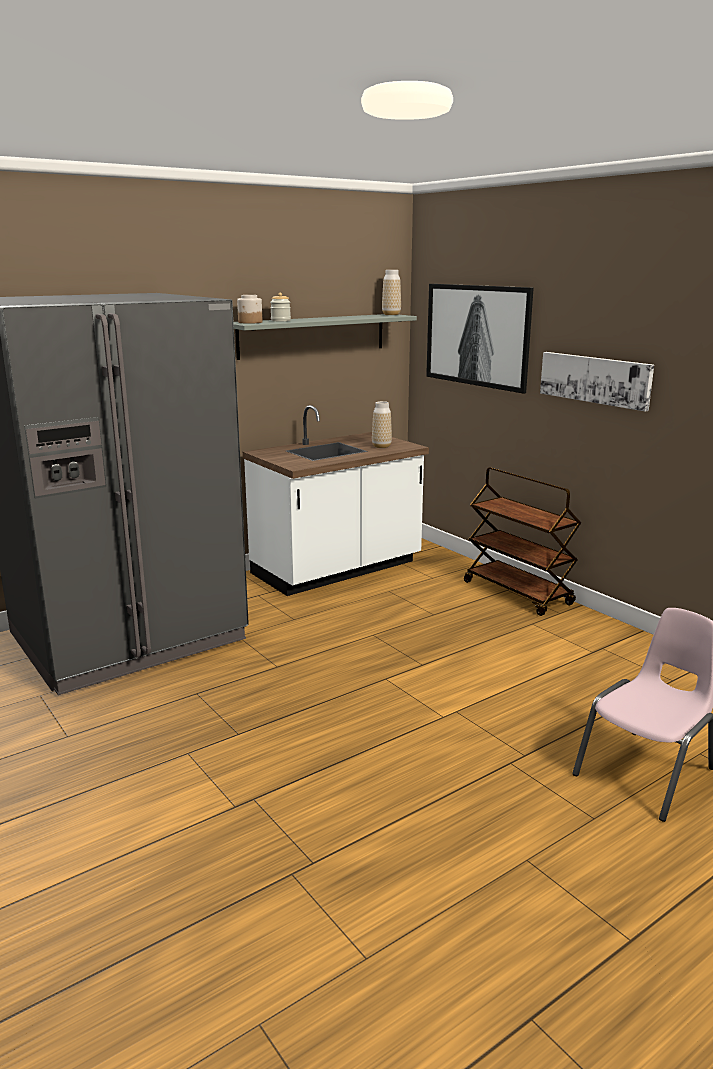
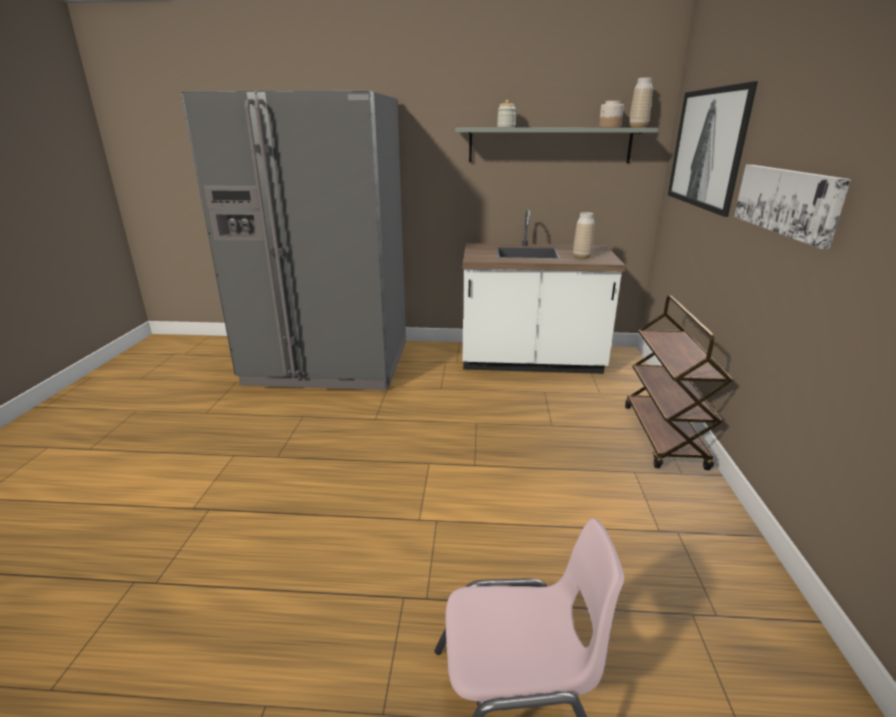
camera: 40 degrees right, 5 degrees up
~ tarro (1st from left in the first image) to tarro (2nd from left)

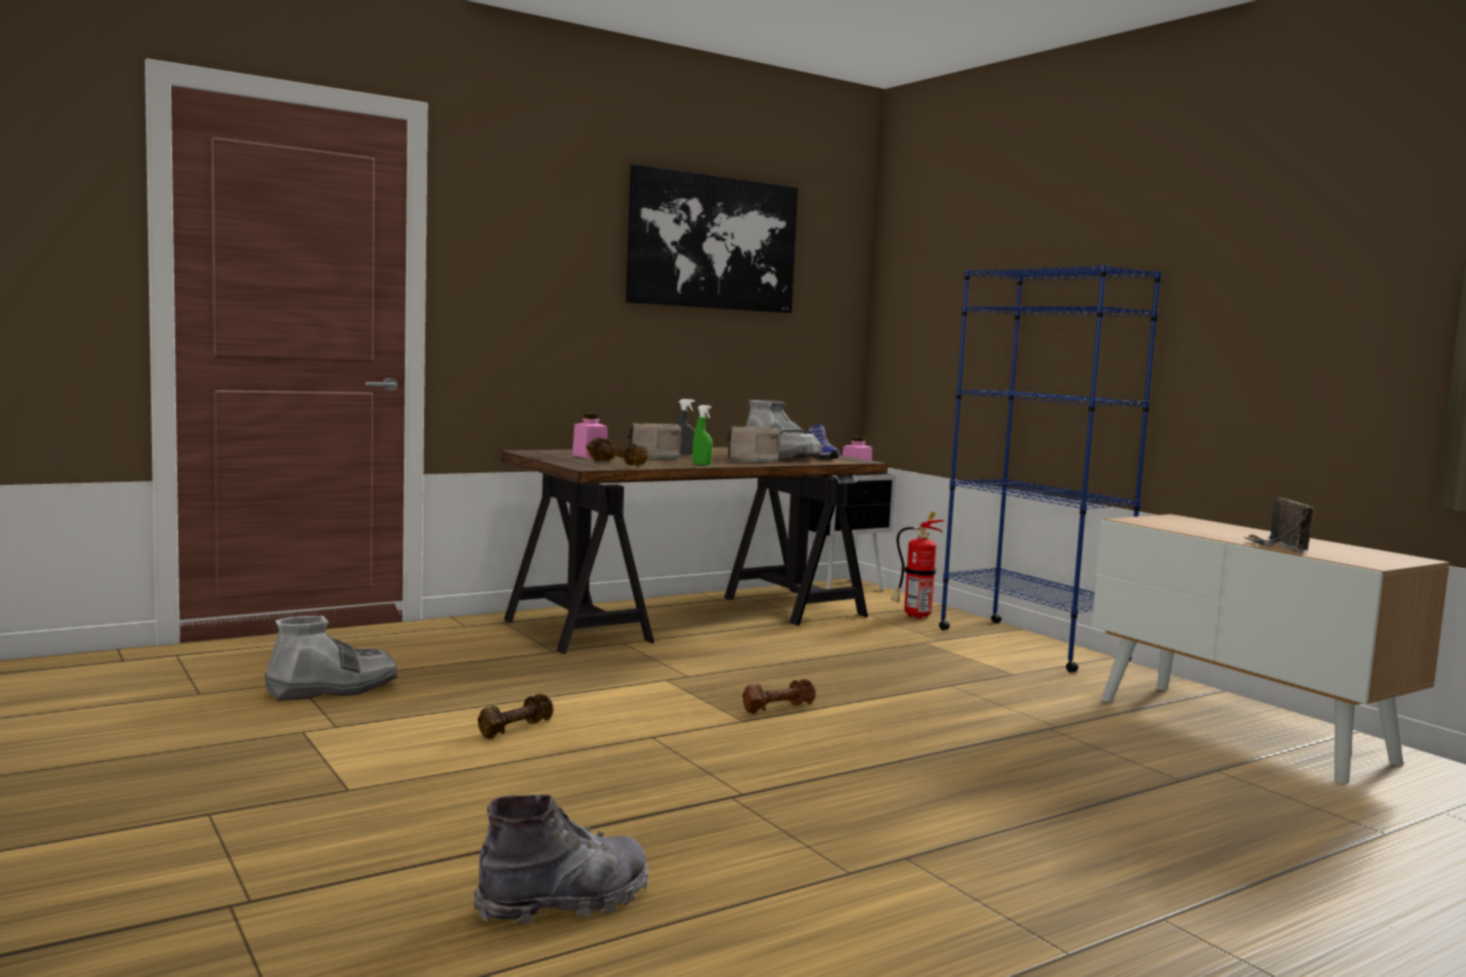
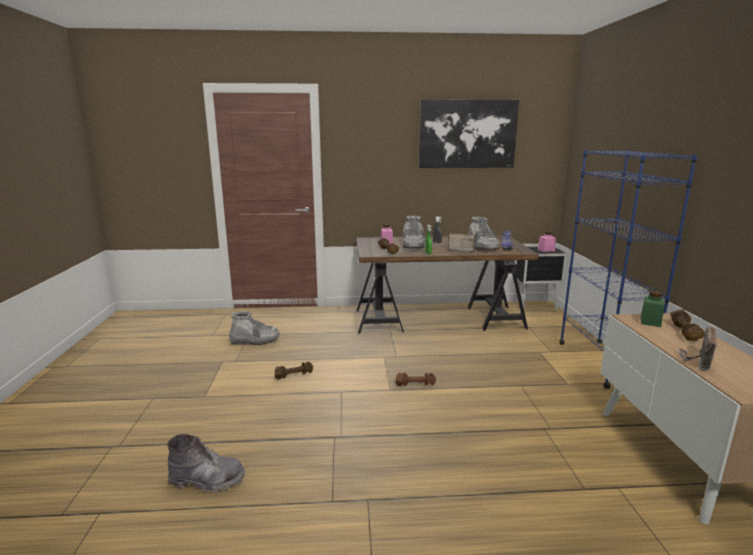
camera: 30 degrees right, 10 degrees up
~ radio (1st from left) to bota [gris] (3rd from left)
- extintor
+ tarro [verde]
+ mancuerna [marrón] (4th from left)

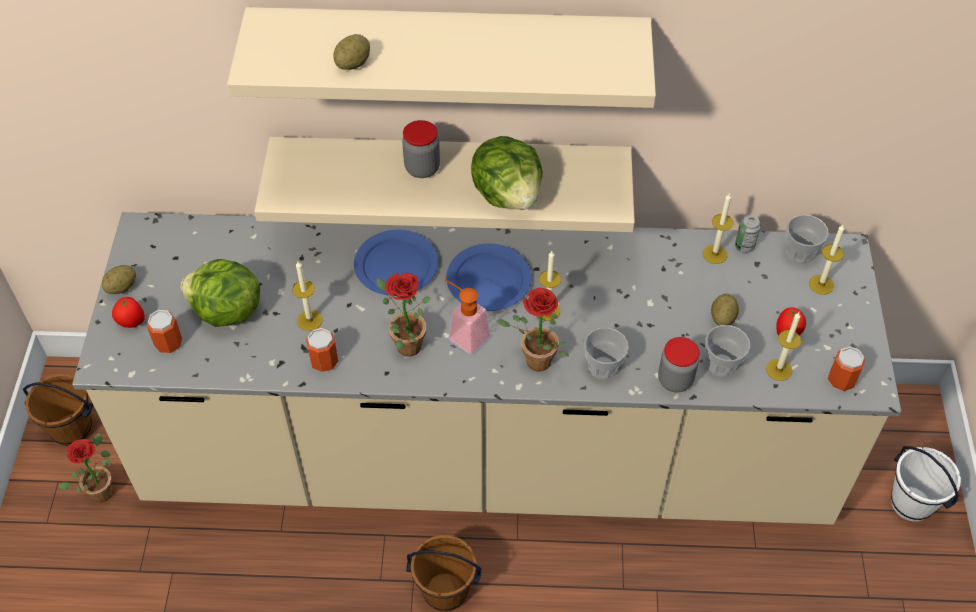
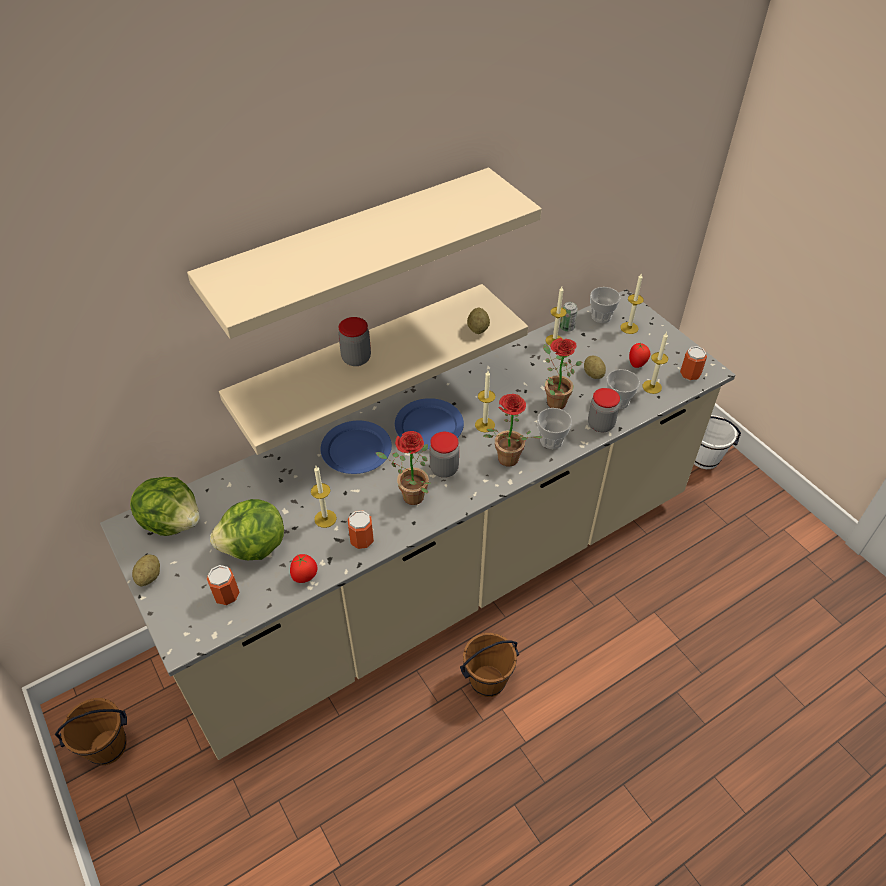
camera: 35 degrees left, 5 degrees down
~ patata (2nd from left)
~ lechuga (2nd from left in the first image) to lechuga (1st from left)
~ dispensador de jabón to tarro (2nd from left)
~ tomate (1st from left)
~ planta en maceta (1st from left in the first image) to planta en maceta (3rd from left)

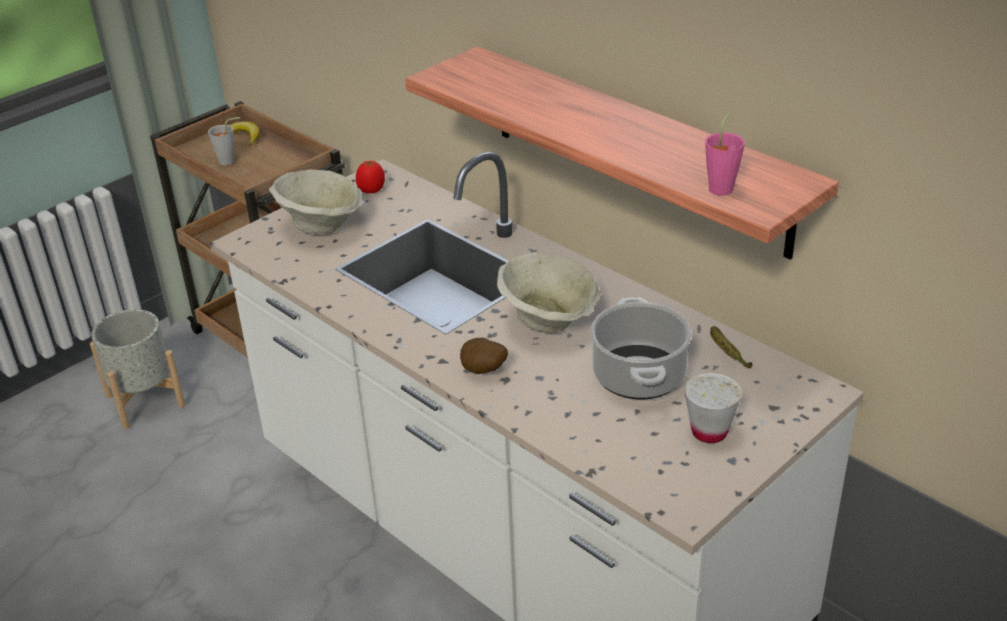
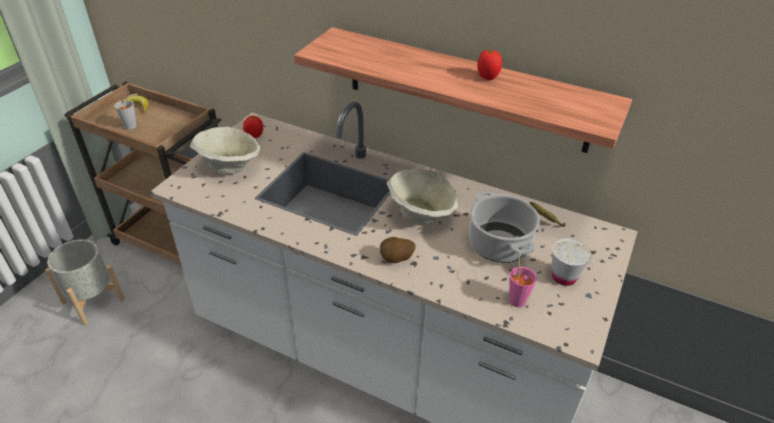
camera: 20 degrees left, 5 degrees up
~ taza [rosa]
+ tomate (2nd from left)

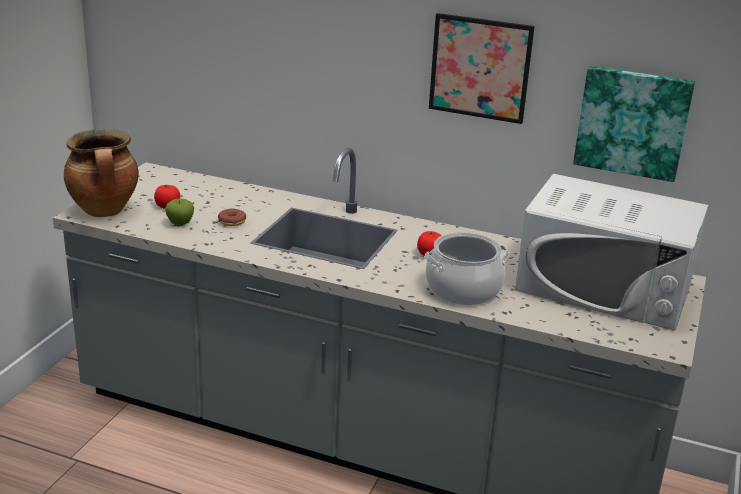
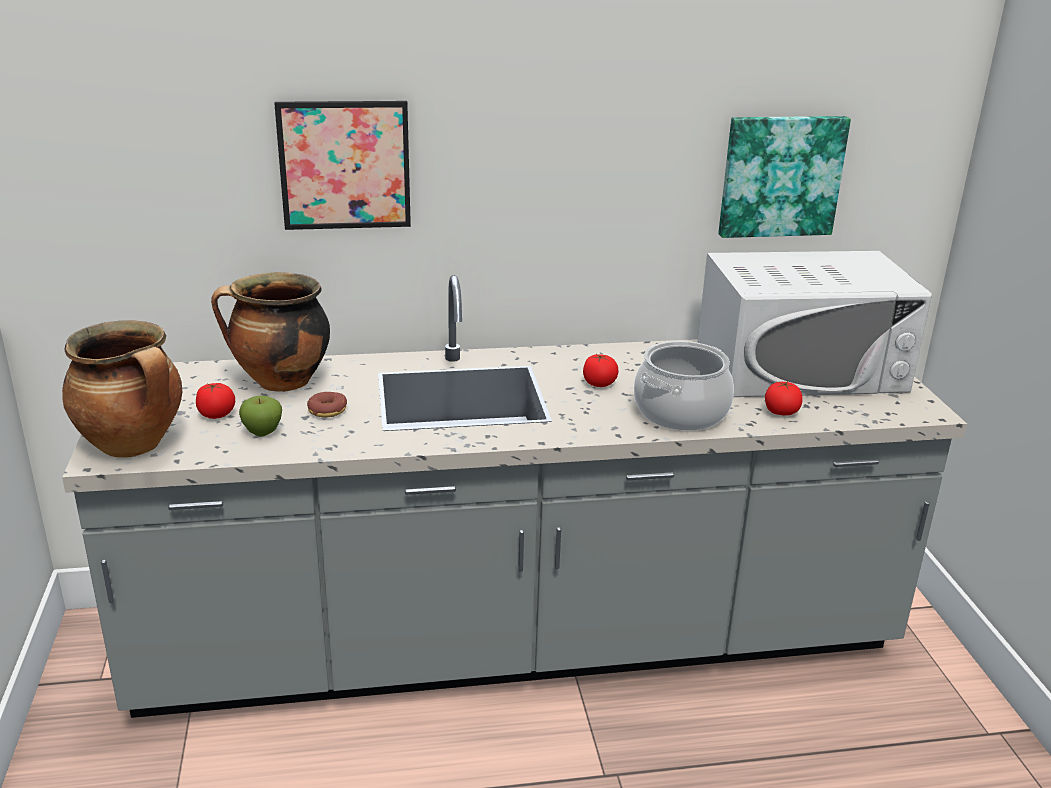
camera: 30 degrees left, 0 degrees up
~ cuadro (1st from left)
+ olla (2nd from left)
+ tomate (3rd from left)

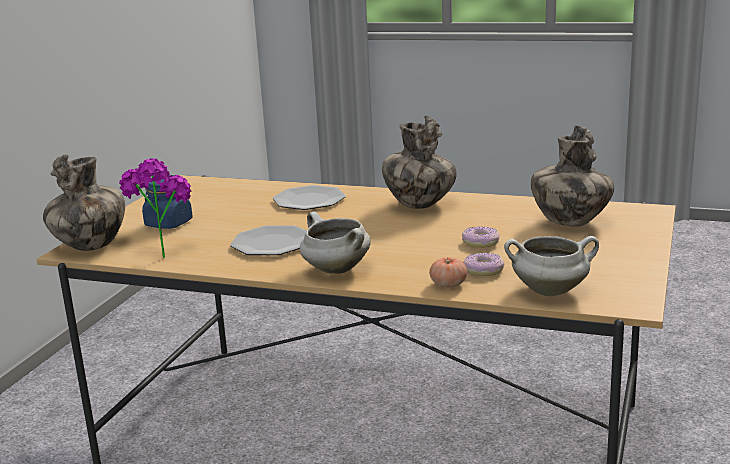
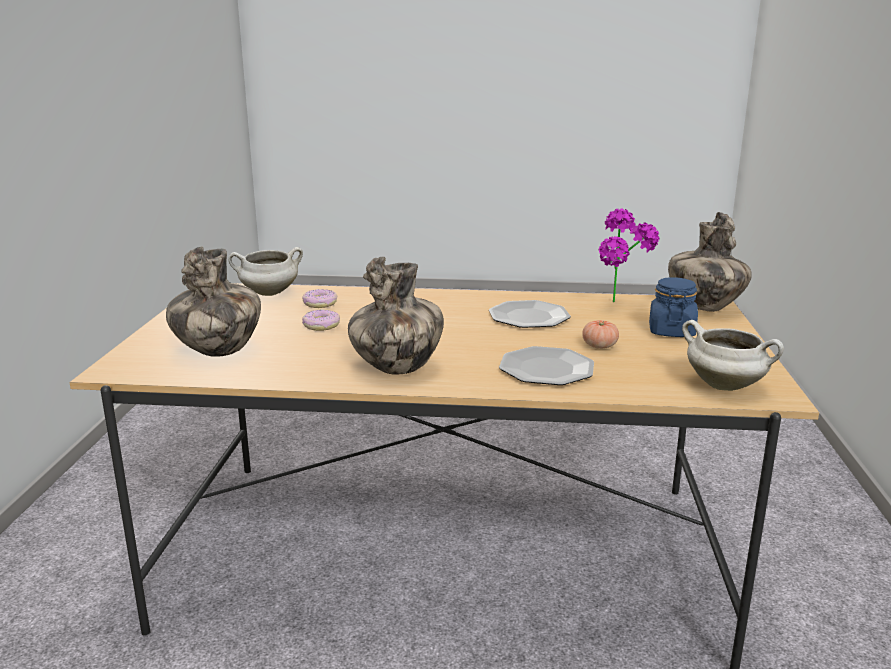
camera: 165 degrees right, 0 degrees up
~ olla [blanco] (1st from left in the first image) to olla [blanco] (2nd from left)
~ tomate

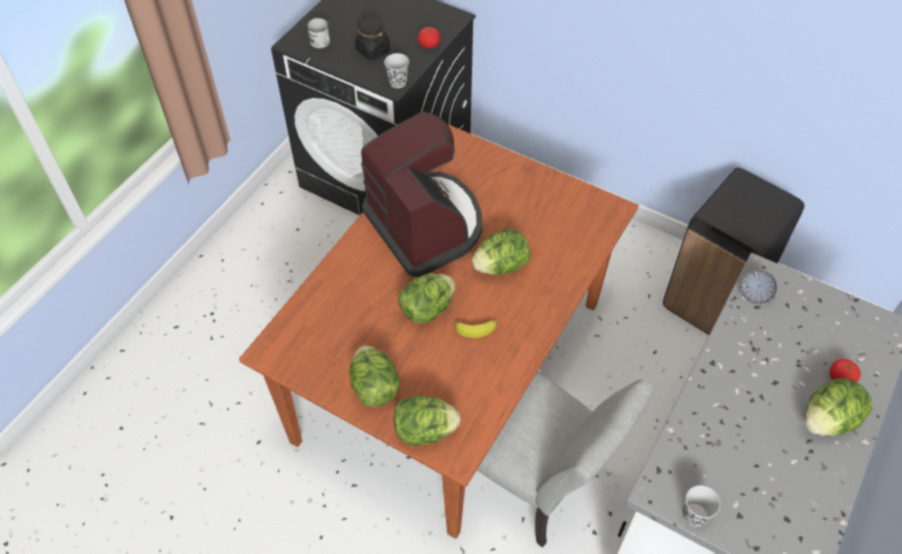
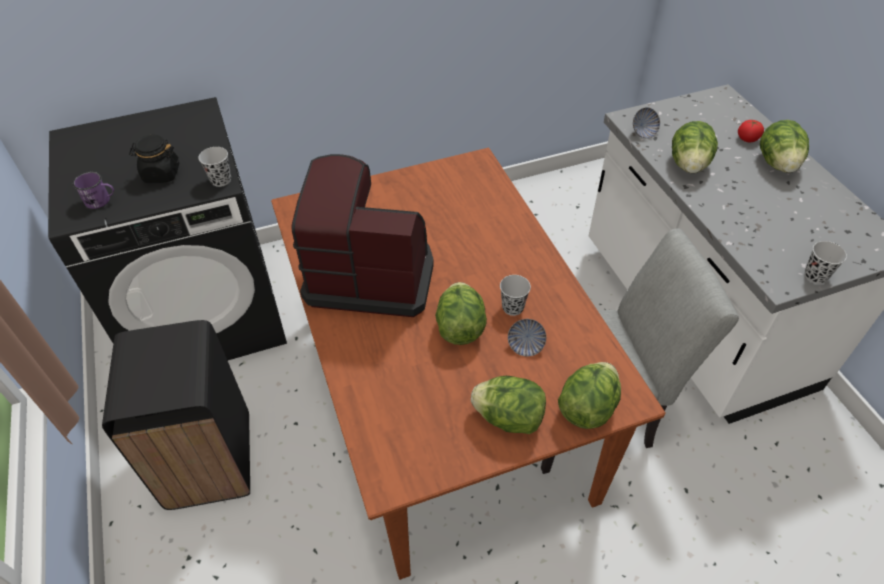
camera: 50 degrees left, 5 degrees down
~ taza grande [blanco] to taza grande [morado]
- tomate (1st from left)
~ papelera [negro]
~ lechuga (4th from left)
~ plátano to taza [negro] (2nd from left)
+ cuenco (1st from left)

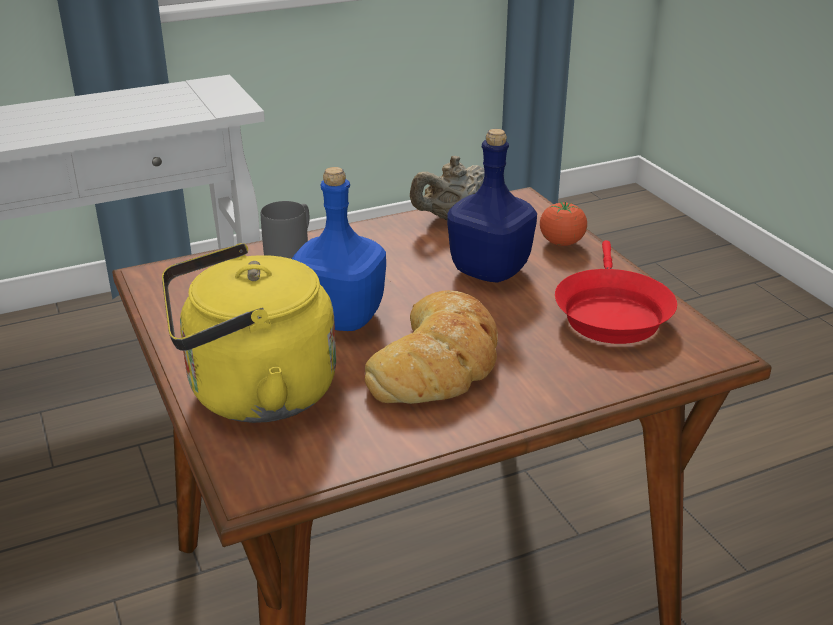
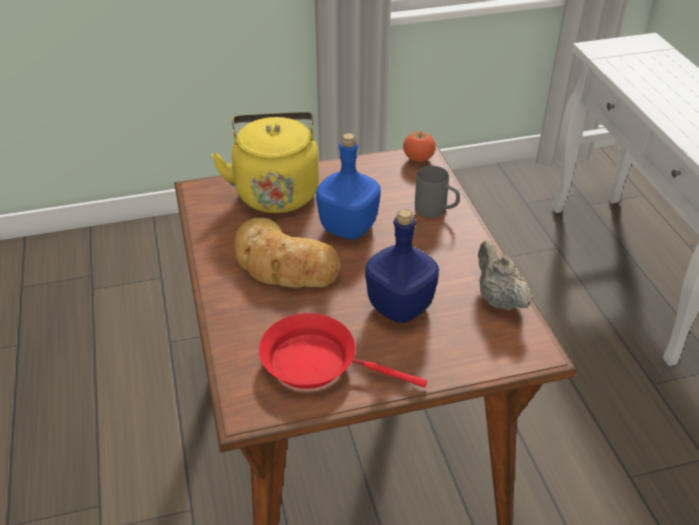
camera: 100 degrees right, 10 degrees up
~ tomate

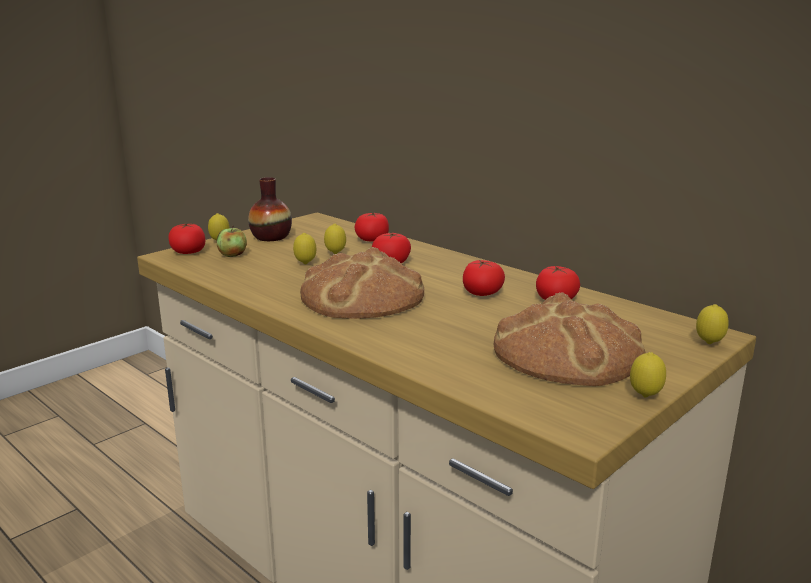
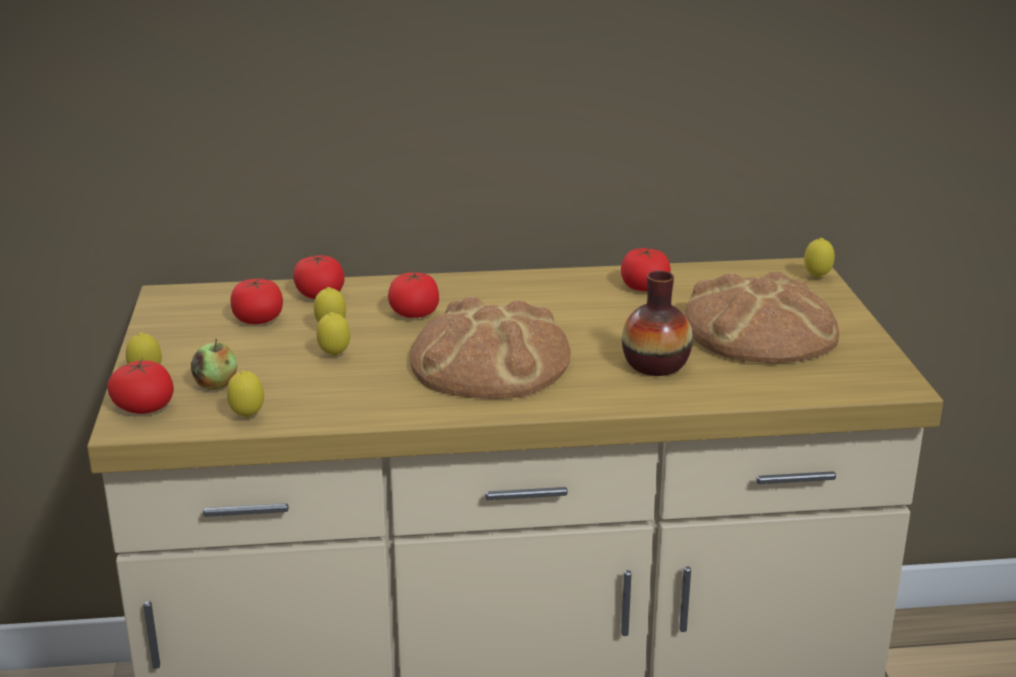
camera: 50 degrees left, 5 degrees up
~ florero
~ tomate (4th from left in the first image) to tomate (2nd from left)
~ limón (4th from left in the first image) to limón (2nd from left)

